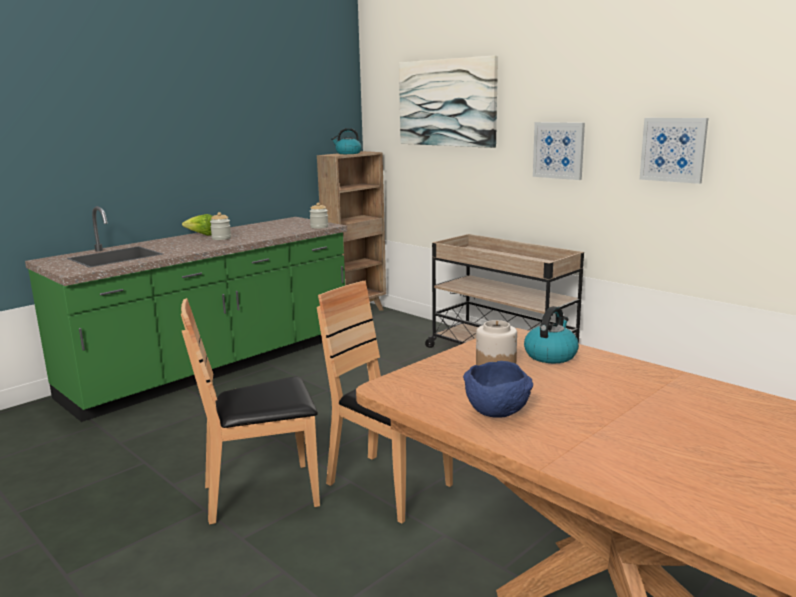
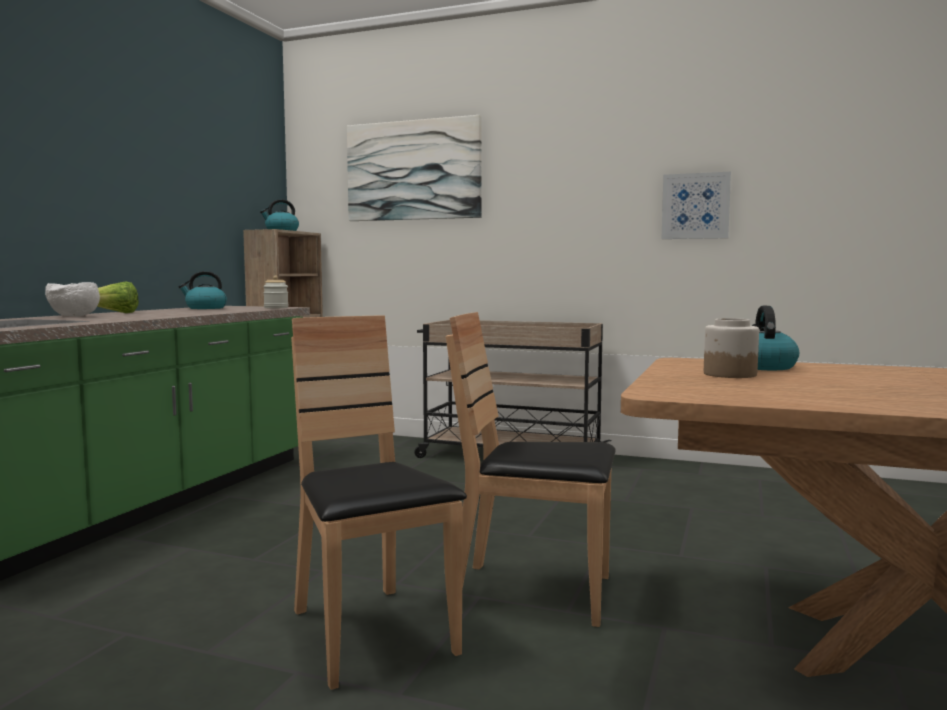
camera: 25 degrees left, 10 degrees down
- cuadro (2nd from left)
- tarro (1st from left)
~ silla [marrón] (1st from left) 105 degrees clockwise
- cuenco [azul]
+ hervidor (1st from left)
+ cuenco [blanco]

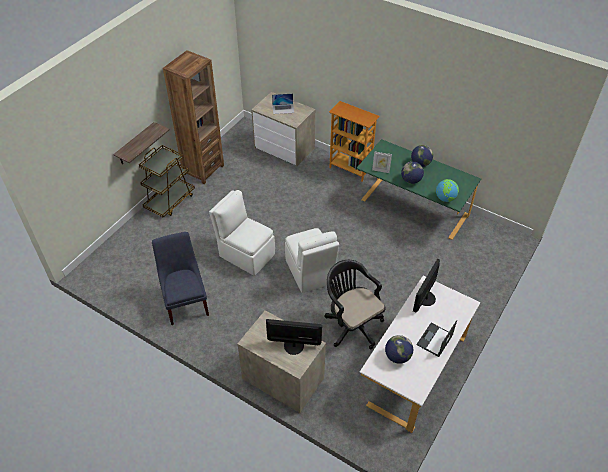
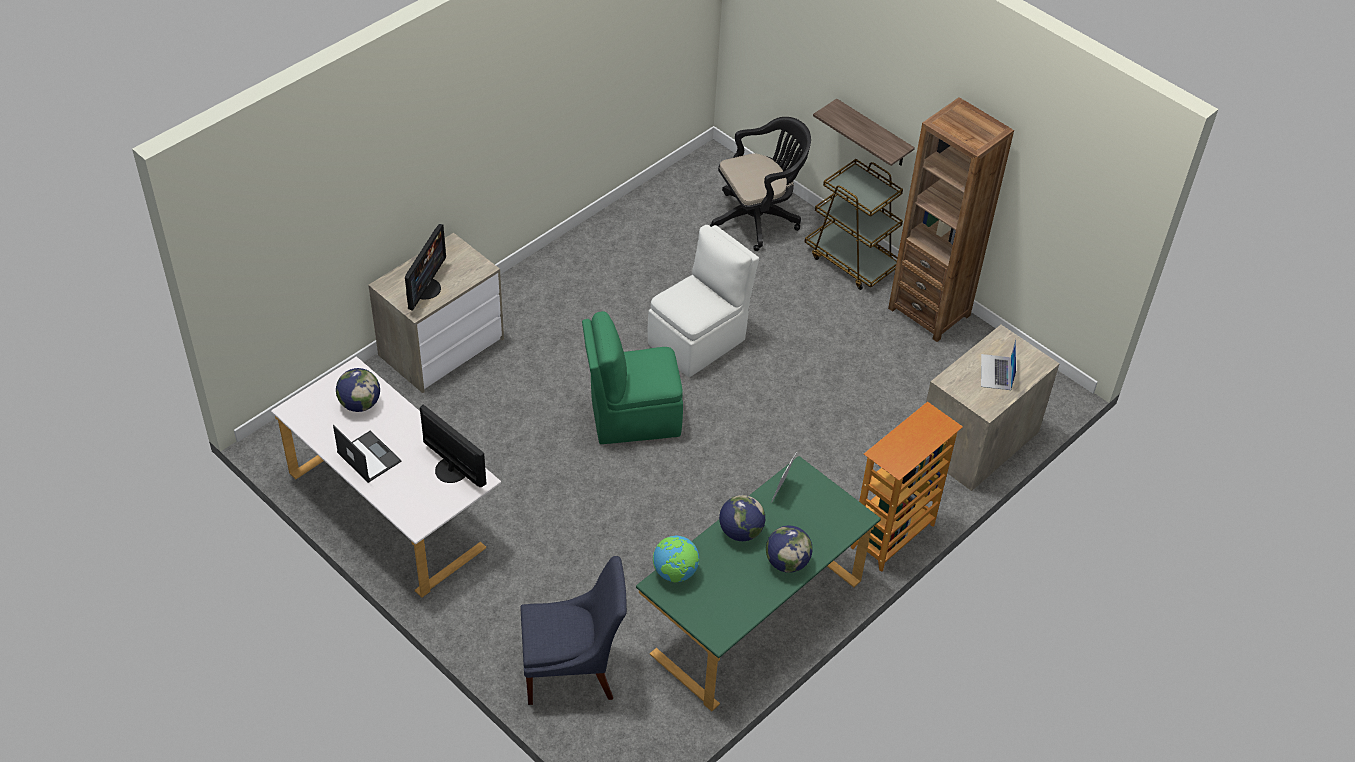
camera: 100 degrees right, 0 degrees up
~ silla [blanco] (2nd from left) to silla [verde]
~ silla [azul]
~ silla de oficina [negro]

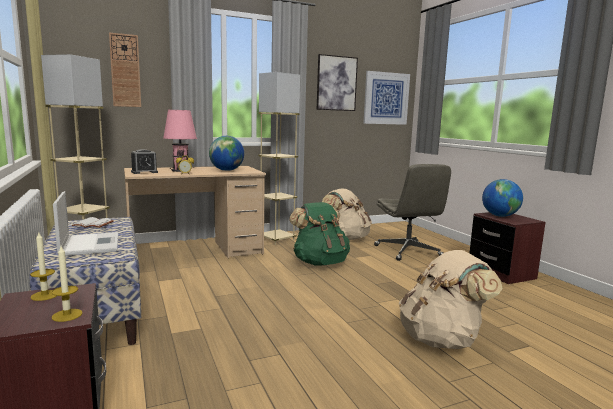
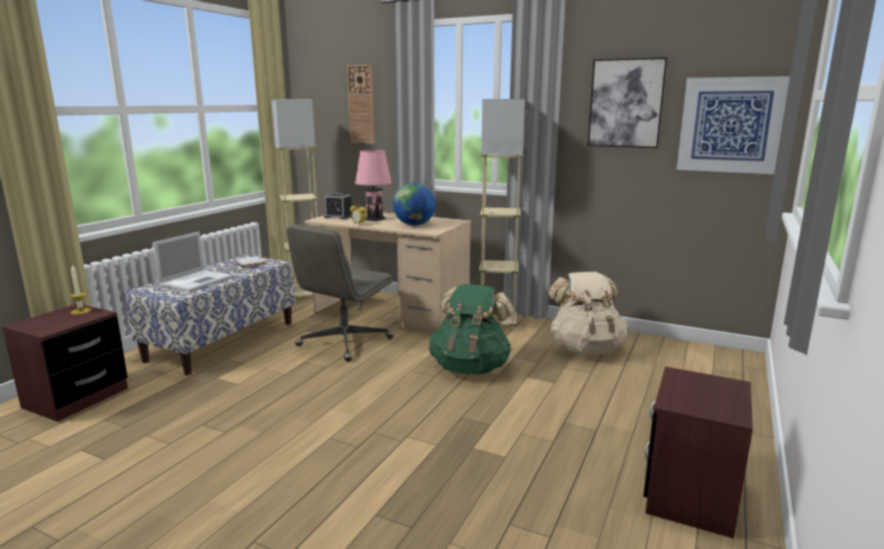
camera: 50 degrees right, 5 degrees up
~ silla de oficina [gris]
- globo terráqueo (2nd from left)
- vela (2nd from left)
- mochila [beis] (2nd from left)

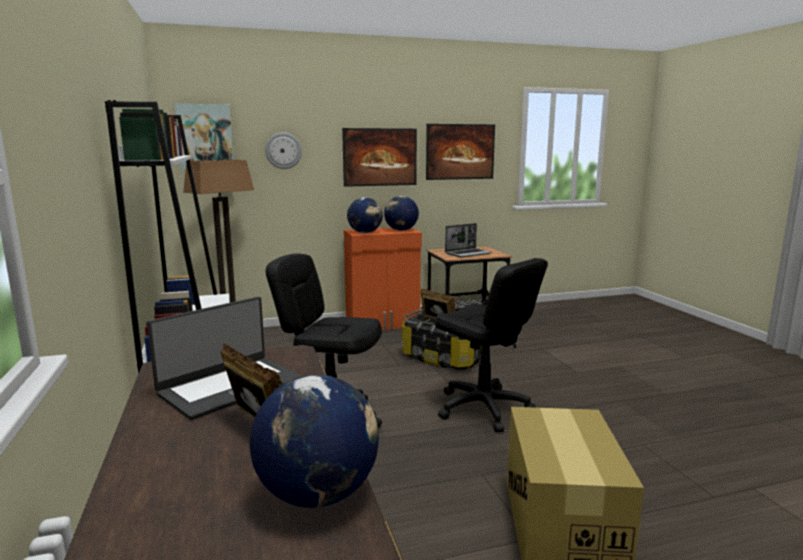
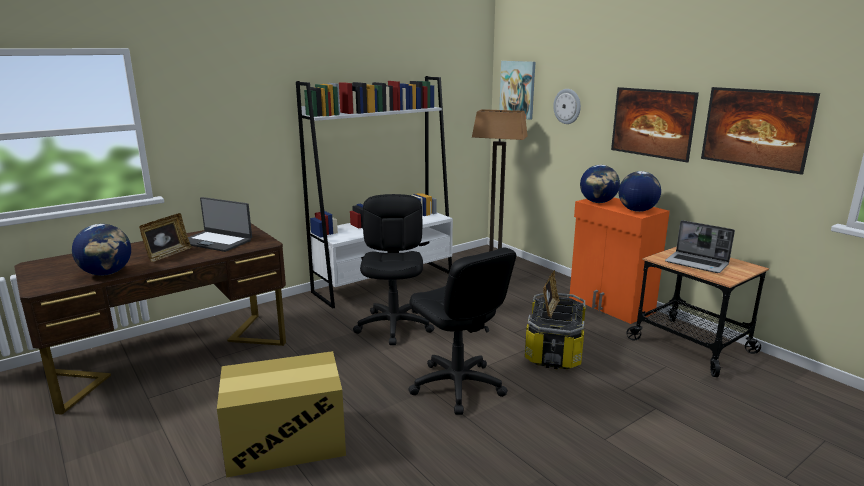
camera: 70 degrees right, 5 degrees up
~ silla de oficina [negro] (2nd from left) 60 degrees counterclockwise

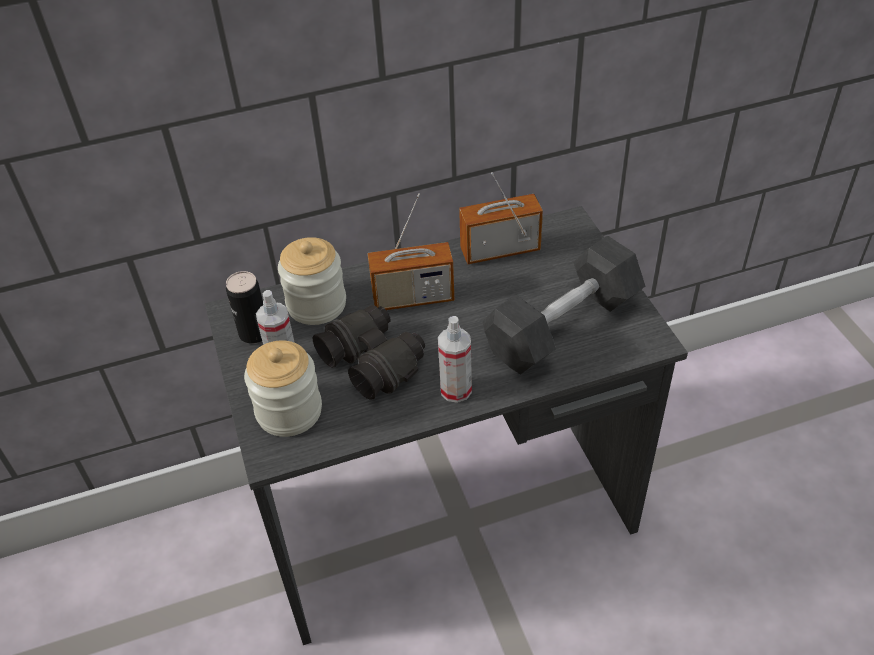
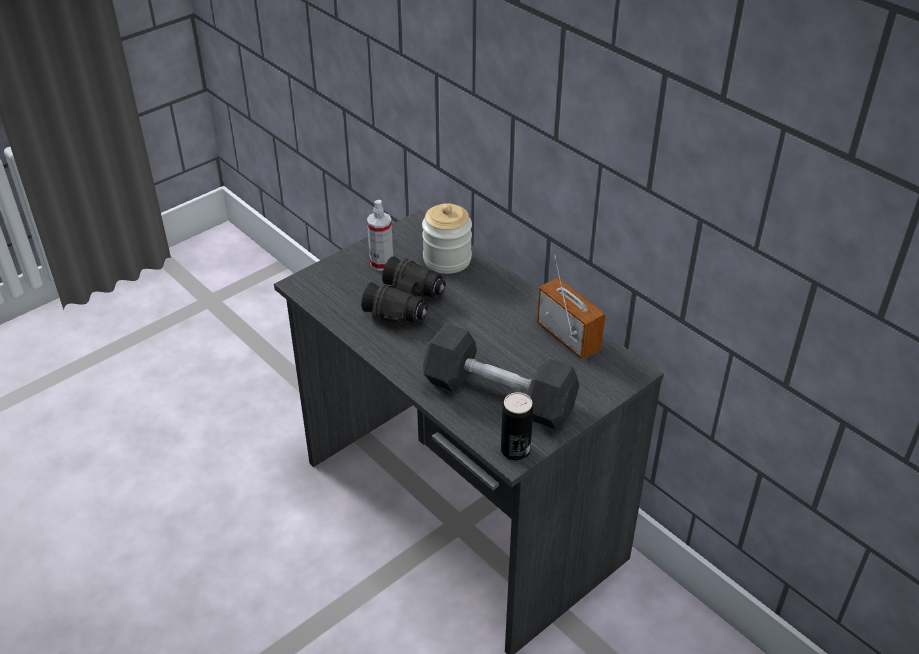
camera: 65 degrees right, 5 degrees down
- radio (1st from left)
~ lata
- pulverizador (2nd from left)
- tarro (1st from left)

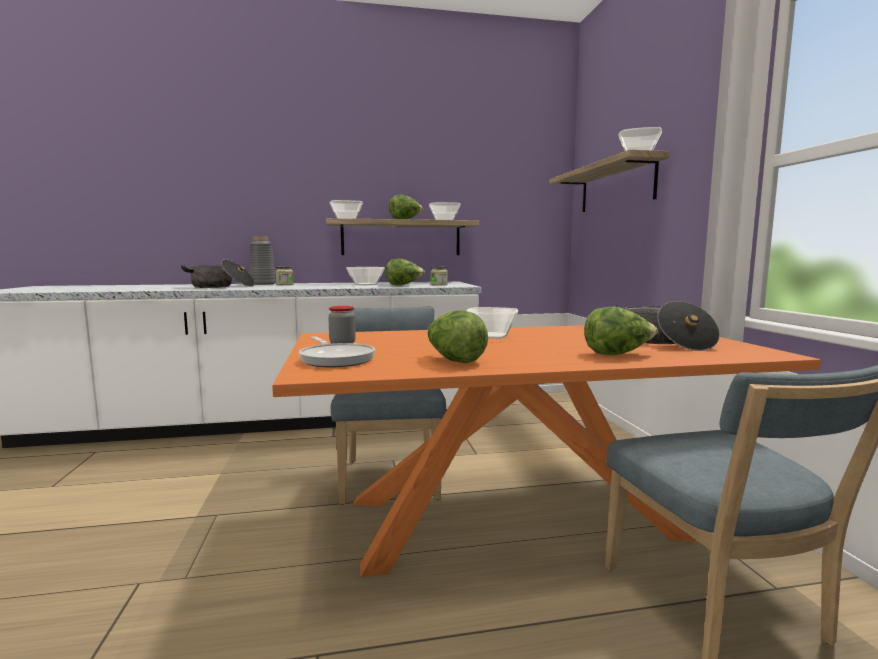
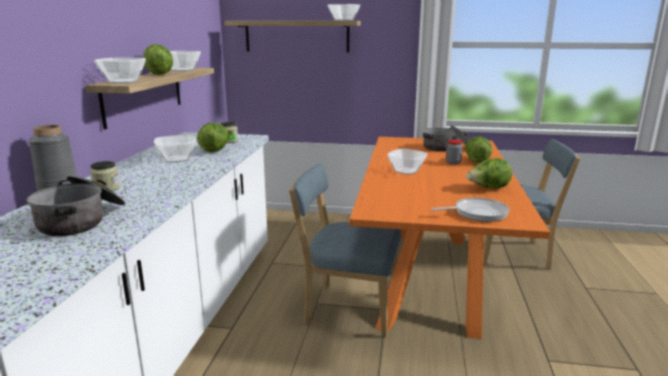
camera: 70 degrees left, 10 degrees up
~ tarro (2nd from left in the first image) to tarro (3rd from left)

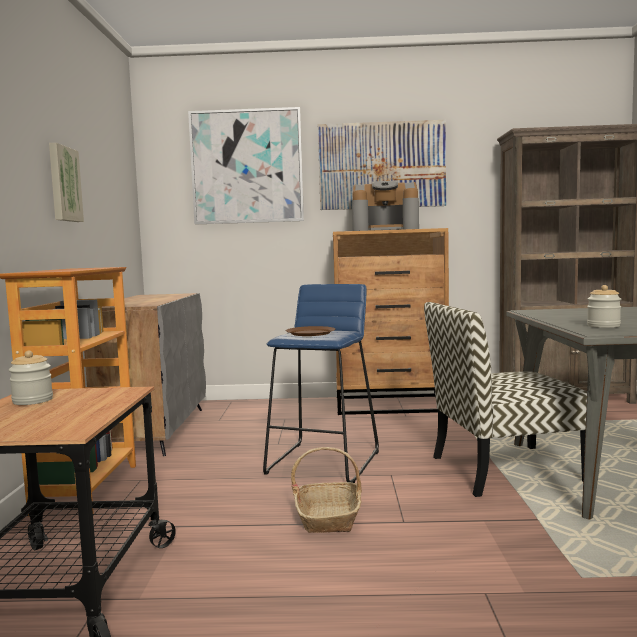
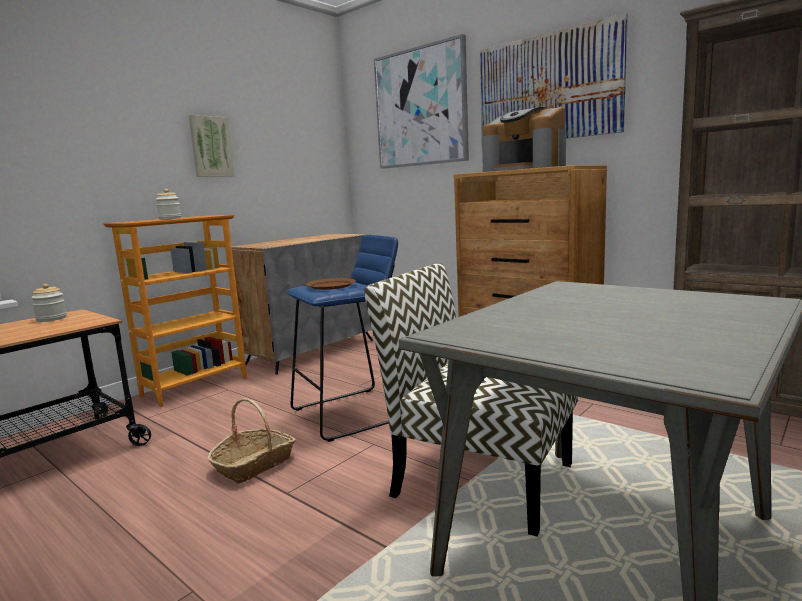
camera: 40 degrees right, 5 degrees up
~ tarro (2nd from left)

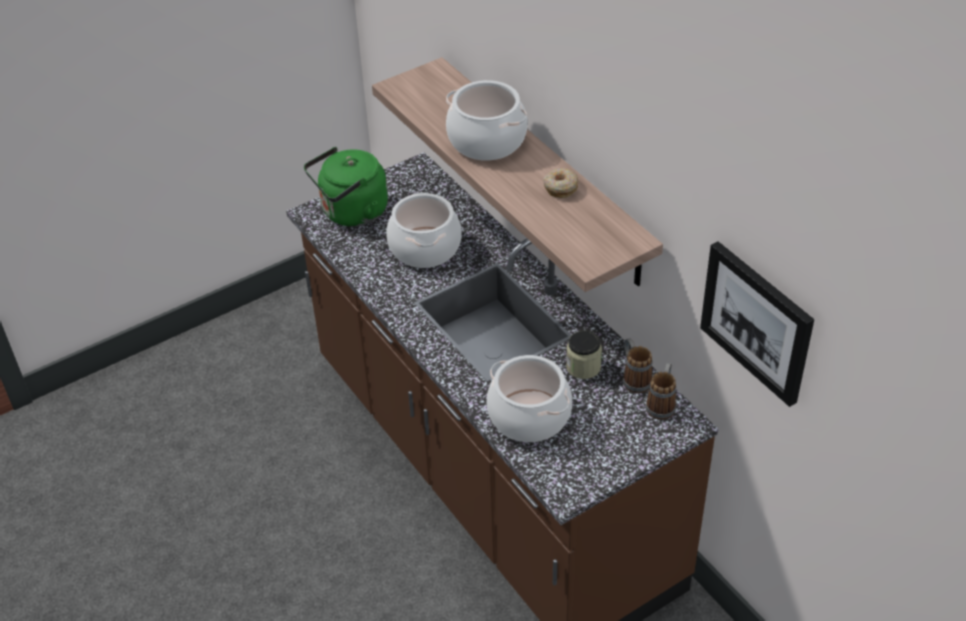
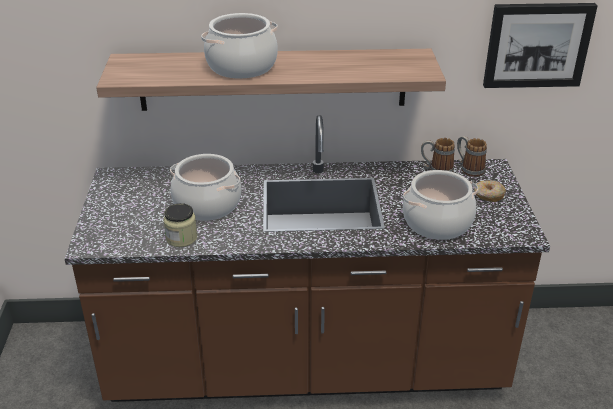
camera: 60 degrees left, 10 degrees down
- hervidor [verde]
~ rosquilla
~ tarro

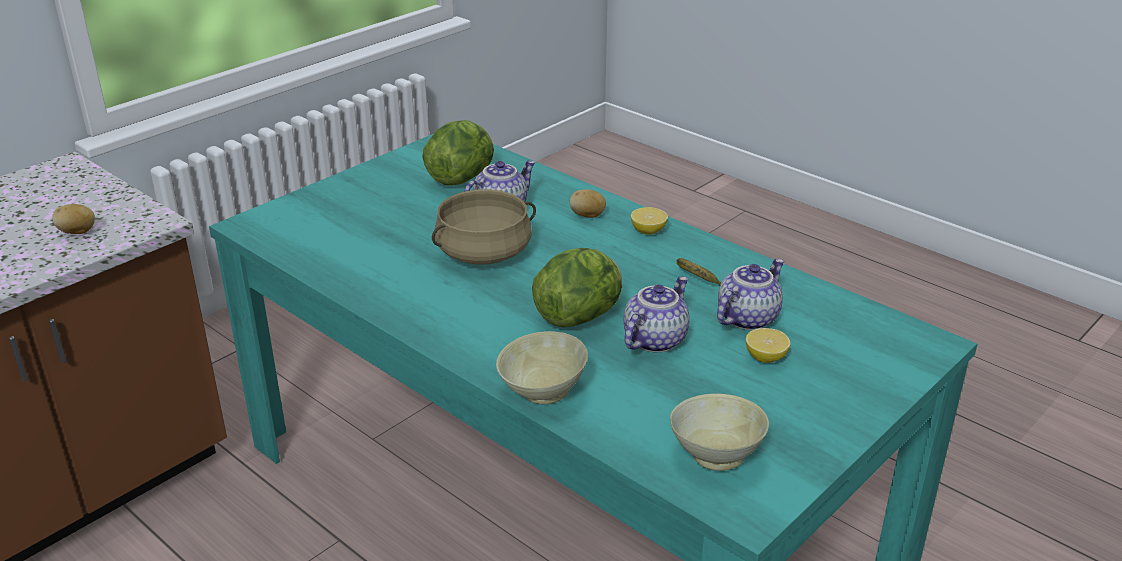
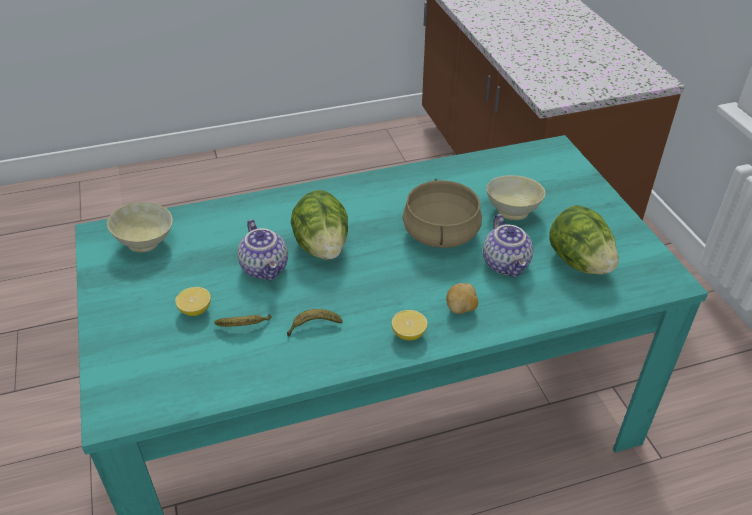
camera: 120 degrees right, 10 degrees up
- patata (1st from left)
~ tetera (3rd from left) to plátano (1st from left)
~ cuenco [beis] (1st from left in the first image) to cuenco [beis] (2nd from left)

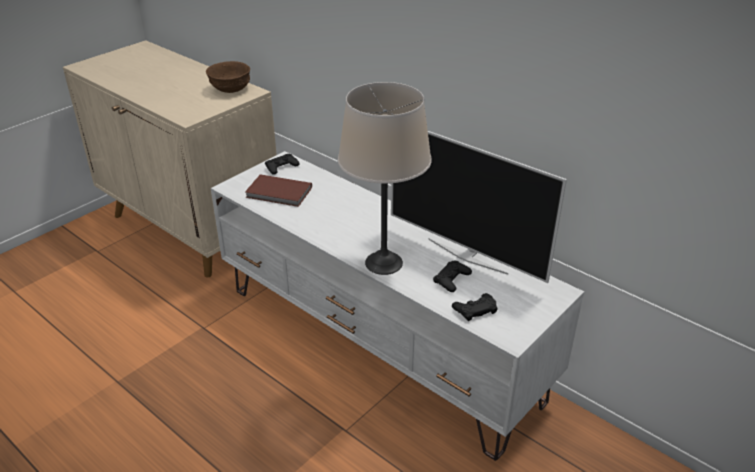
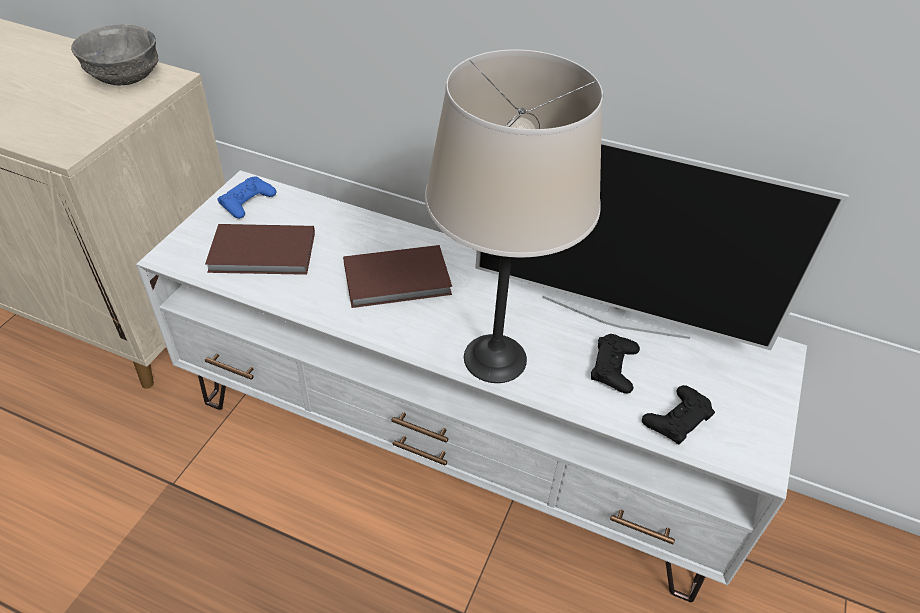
camera: 20 degrees left, 10 degrees up
~ cuenco [marrón] to cuenco [gris]
~ mando de consola [negro] (1st from left) to mando de consola [azul]
+ libro [marrón] (2nd from left)

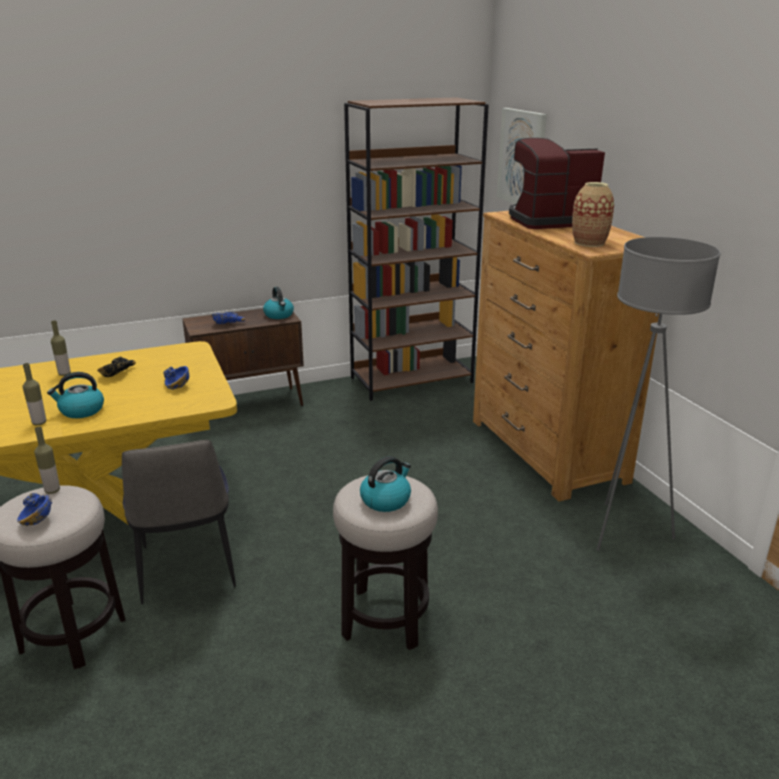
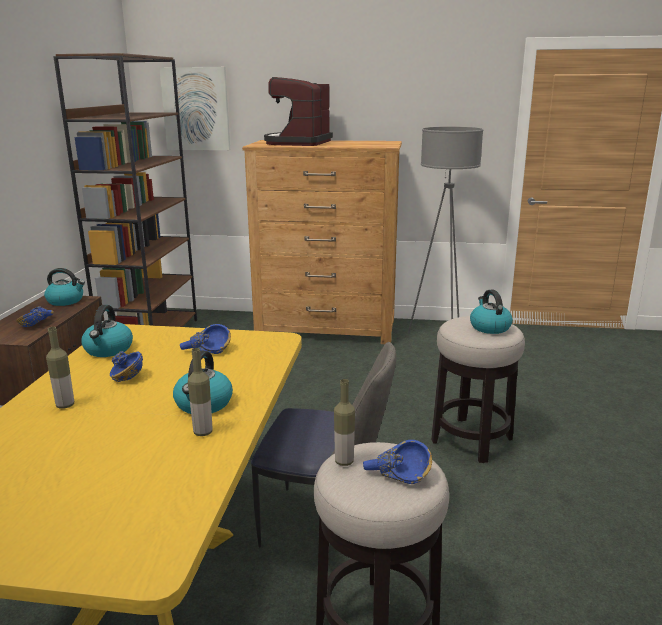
camera: 60 degrees left, 5 degrees down
- florero
~ cuenco [negro] to cuenco [azul] (2nd from left)
+ hervidor (2nd from left)

